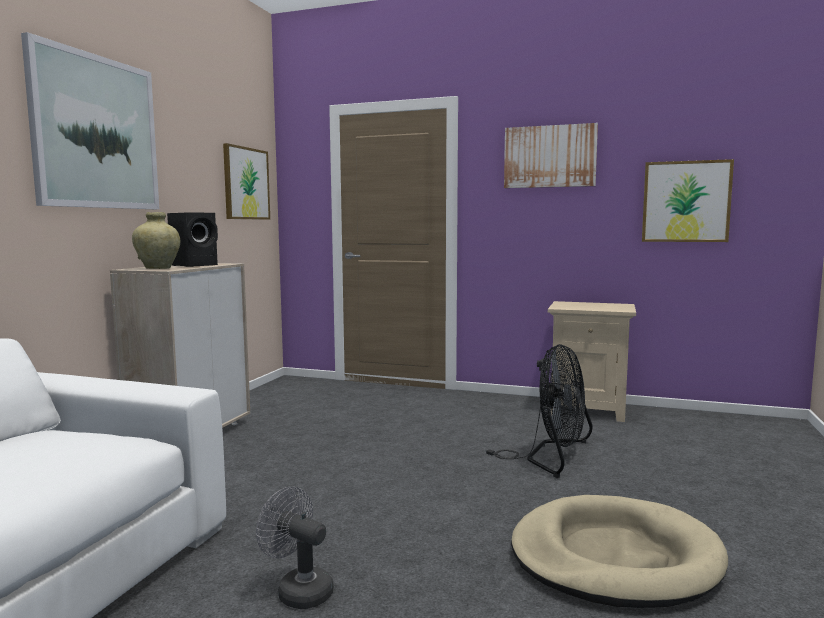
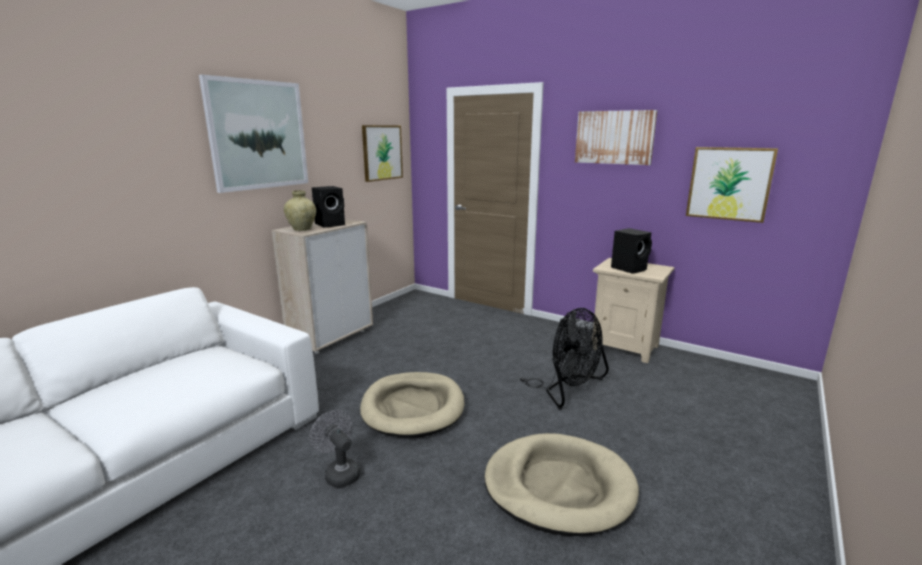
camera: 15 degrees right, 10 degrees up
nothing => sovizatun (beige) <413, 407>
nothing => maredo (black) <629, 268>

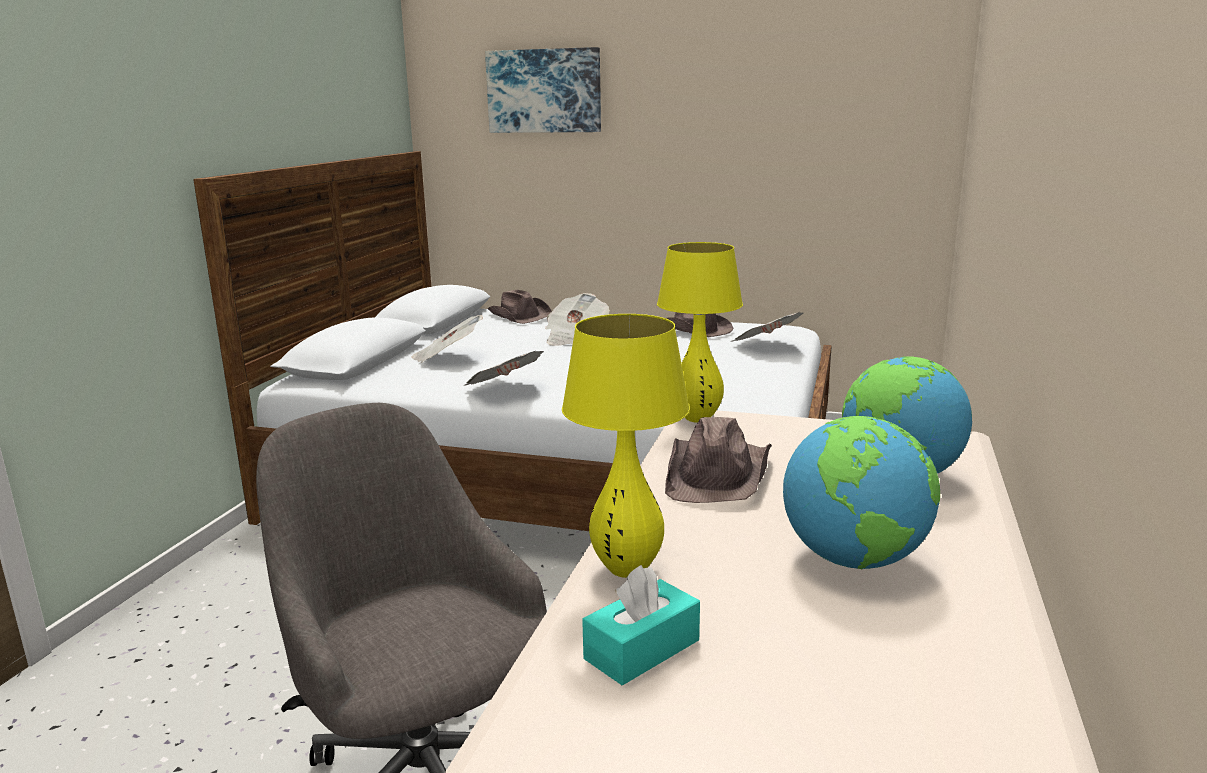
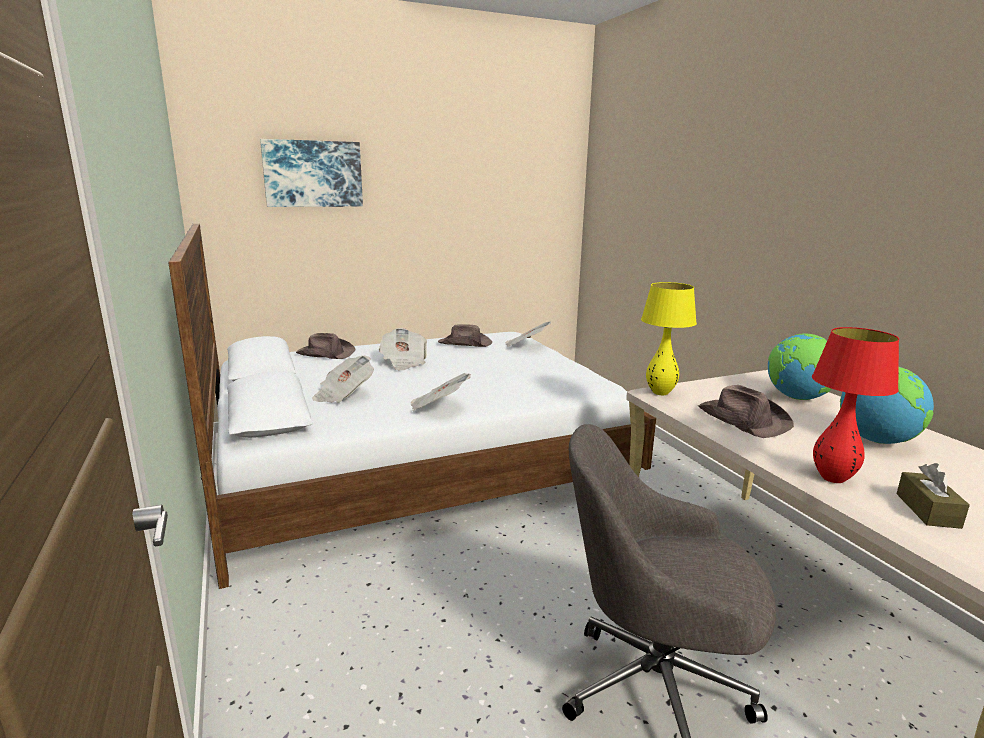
camera: 40 degrees left, 0 degrees up
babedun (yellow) <626, 569> => babedun (red) <833, 478>
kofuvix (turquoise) <642, 649> => kofuvix (brown) <927, 510>

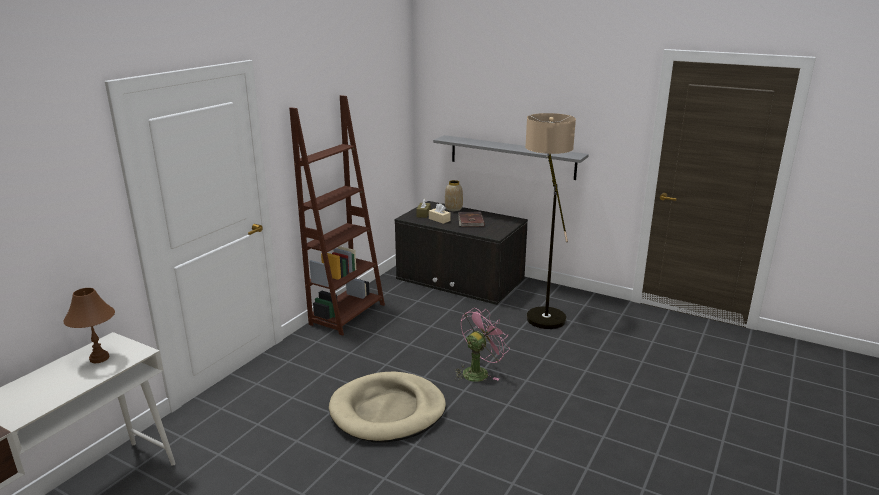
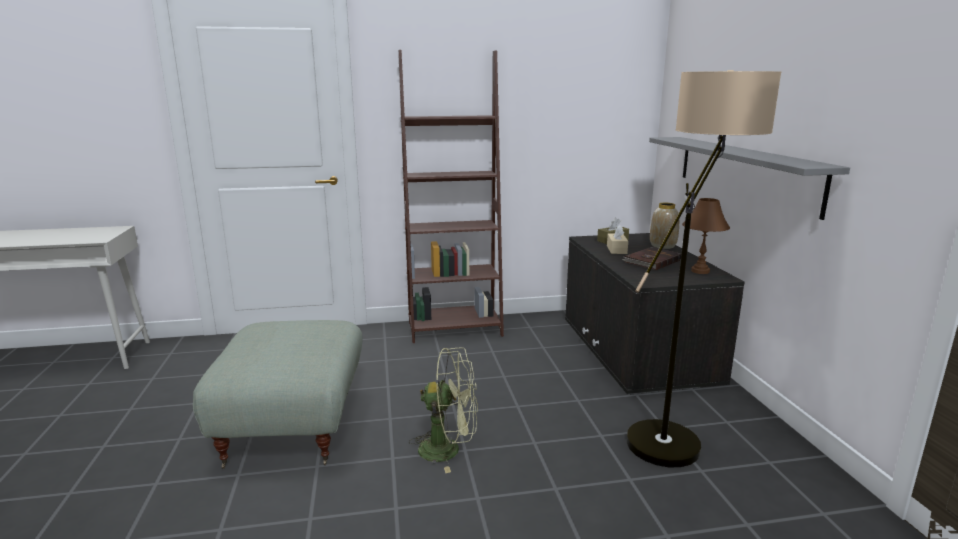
camera: 50 degrees right, 5 degrees down
babedun (brown) <100, 358> => babedun (brown) <700, 271>, moved
sovizatun (beige) <388, 411> => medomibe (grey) <295, 427>
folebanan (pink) <478, 371> => folebanan (green) <448, 450>

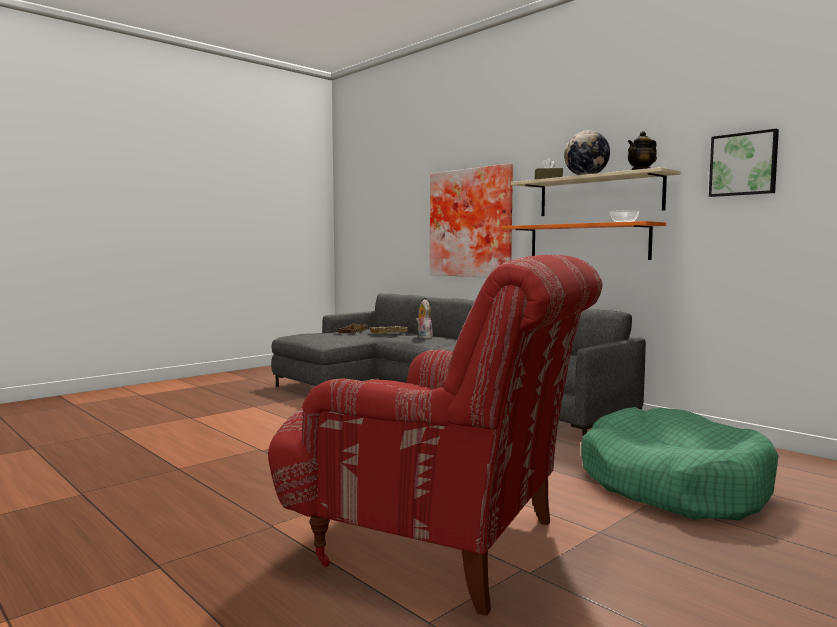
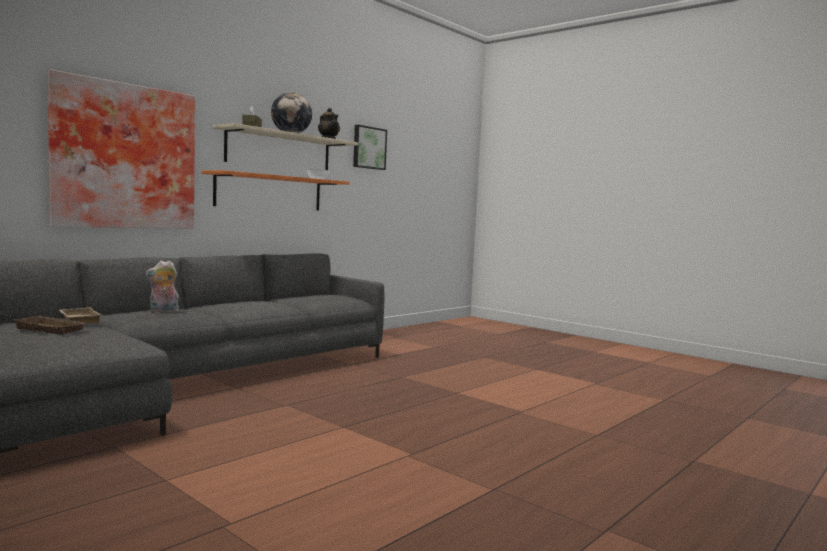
camera: 95 degrees left, 0 degrees up
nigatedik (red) <441, 543> => nothing
sovizatun (green) <672, 485> => nothing

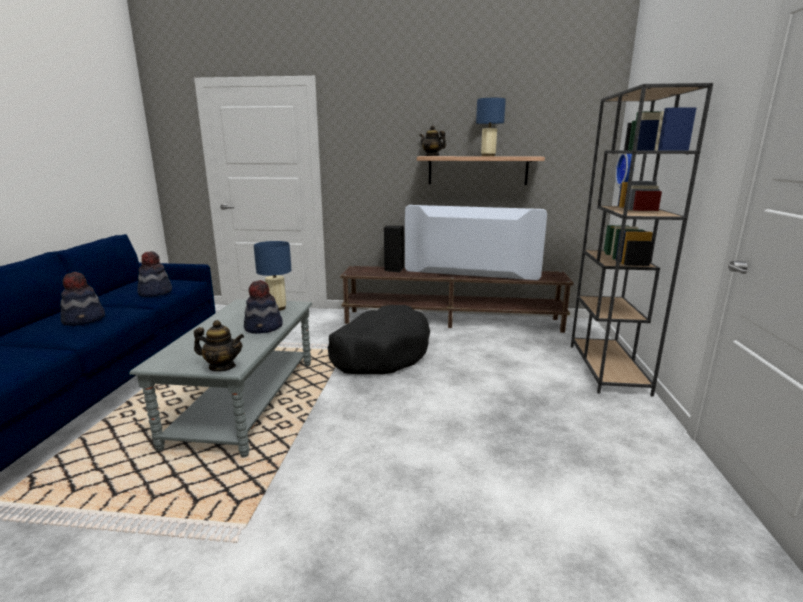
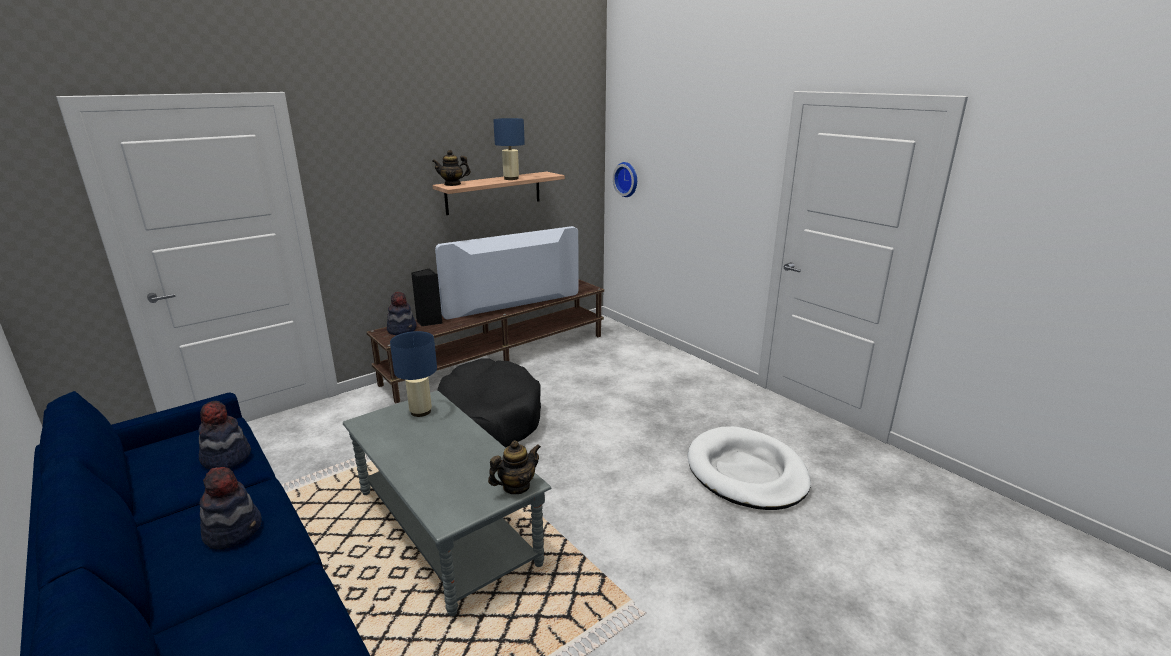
camera: 45 degrees left, 5 degrees up
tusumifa <264, 328> => tusumifa <402, 329>, moved
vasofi <608, 369> => nothing
nothing => sovizatun (white) <746, 472>

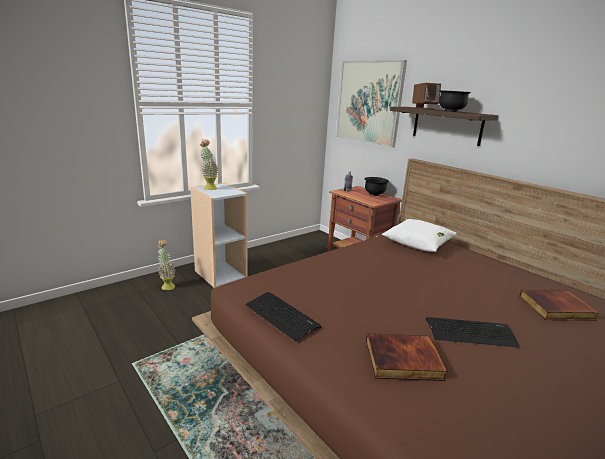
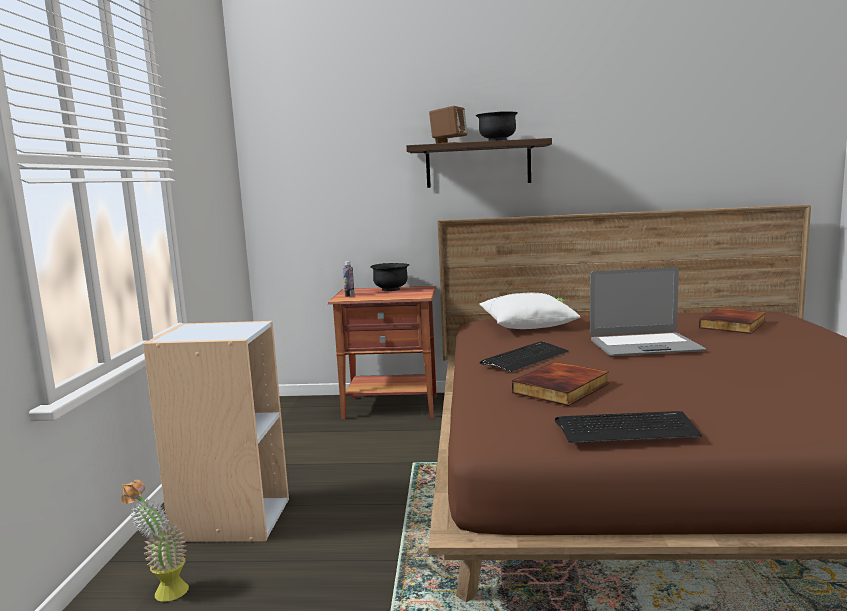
camera: 45 degrees left, 10 degrees down
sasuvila <208, 187> => nothing
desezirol <369, 102> => nothing
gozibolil <403, 361> => gozibolil <562, 389>, moved
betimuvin <471, 333> => betimuvin <525, 358>, moved
nothing => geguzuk <644, 346>

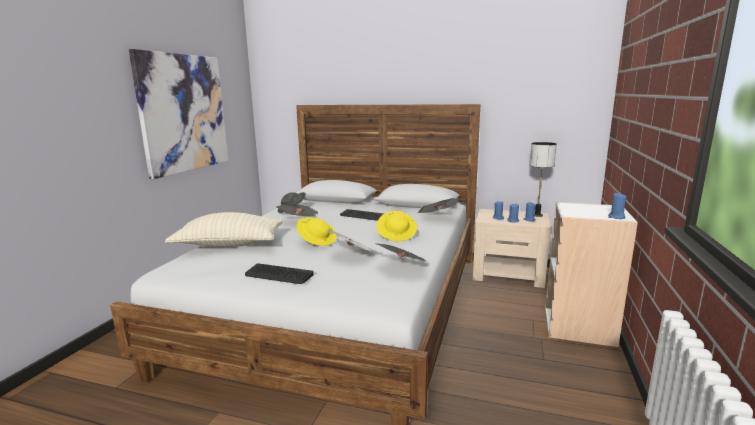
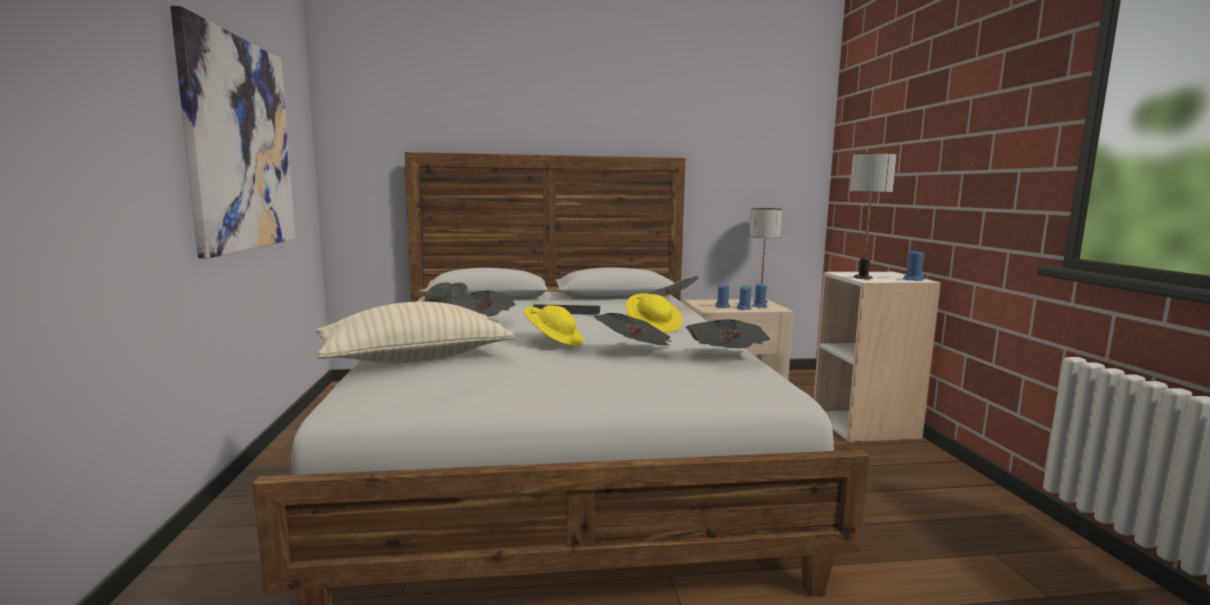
camera: 25 degrees left, 5 degrees down
betimuvin <278, 275> => nothing
nothing => babedun <862, 278>

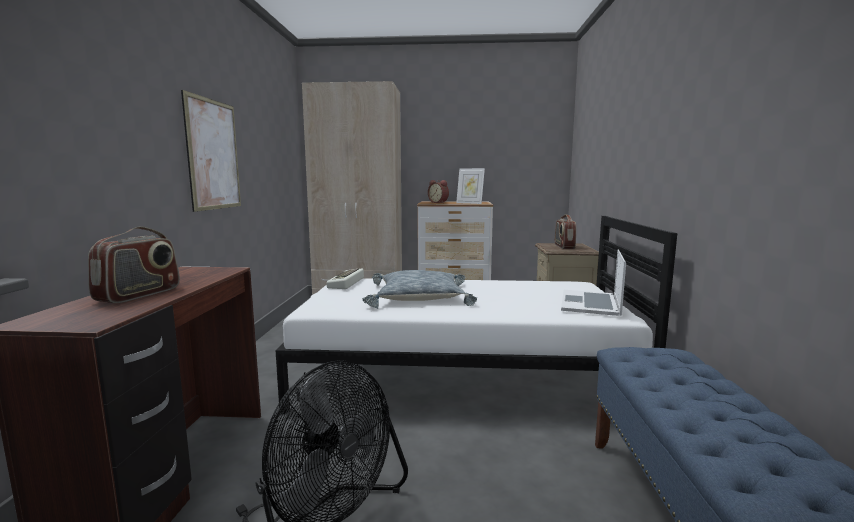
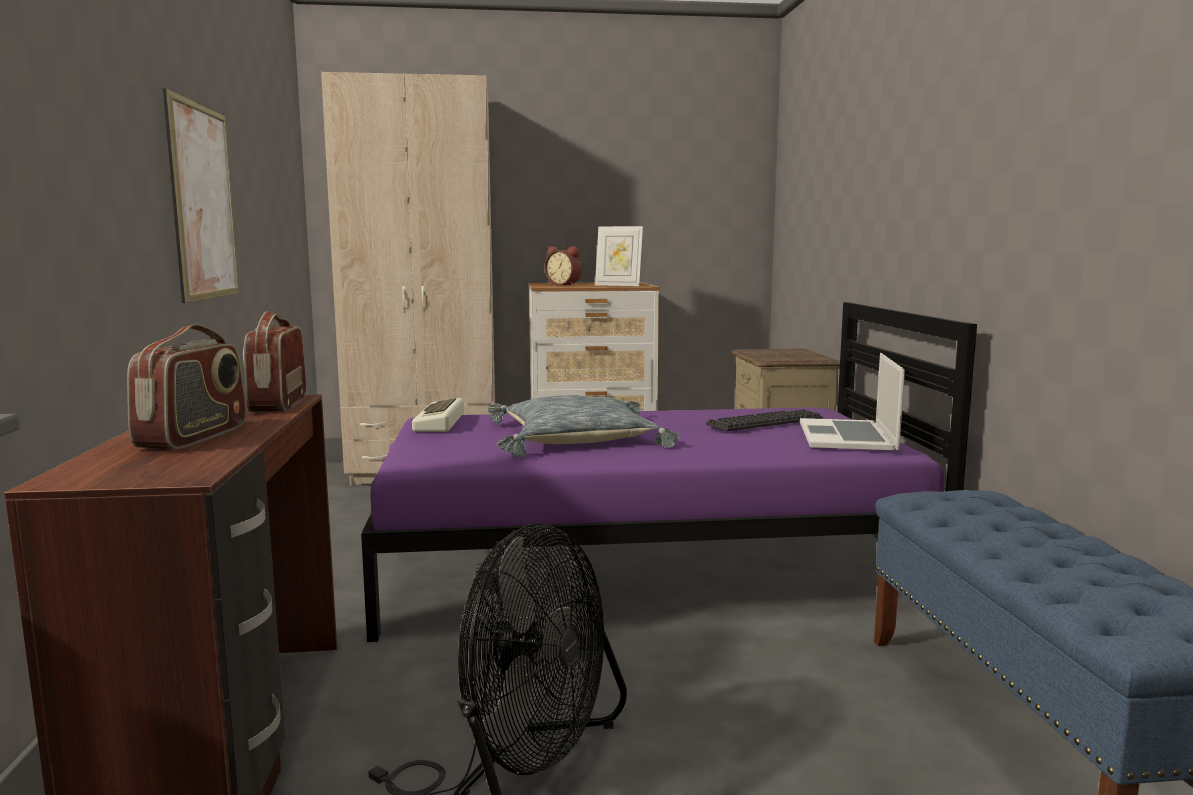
camera: 10 degrees left, 0 degrees up
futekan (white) <462, 377> => futekan (purple) <646, 568>
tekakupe <564, 246> => tekakupe <278, 404>, moved
nothing => betimuvin <765, 422>

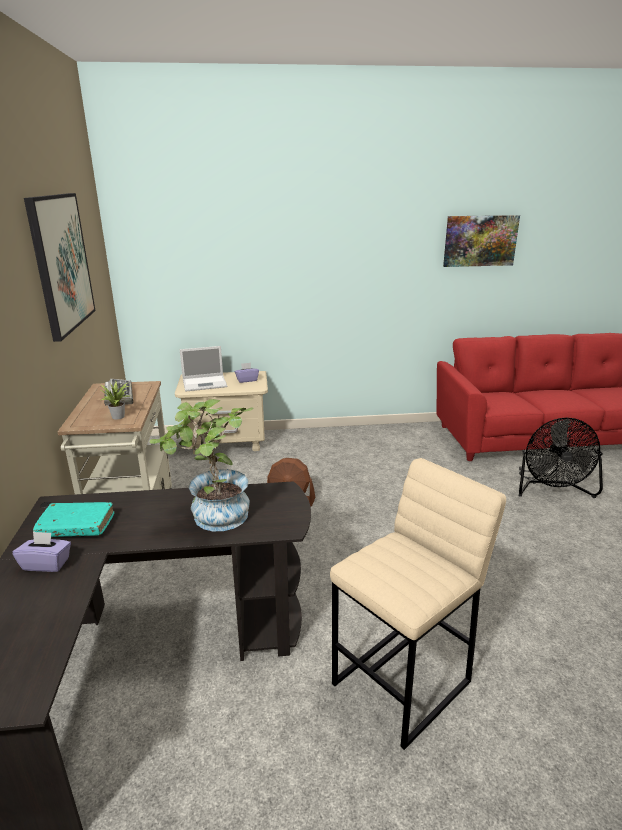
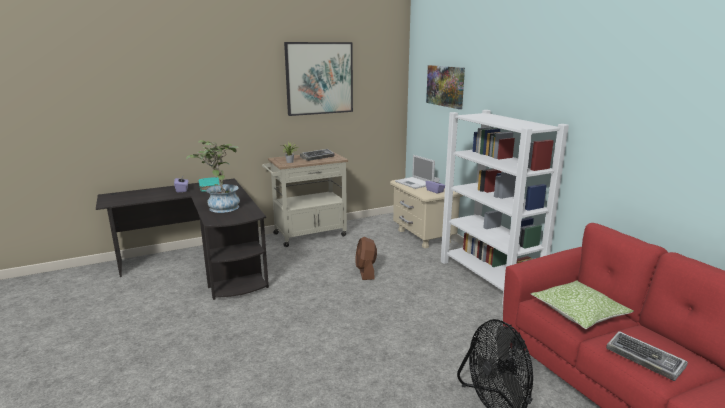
camera: 70 degrees right, 5 degrees down
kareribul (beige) <403, 680> => nothing
desezirol <480, 241> => desezirol <445, 86>, moved
nothing => vasofi (white) <489, 277>
nothing => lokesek <578, 313>
nothing => betimuvin <645, 359>

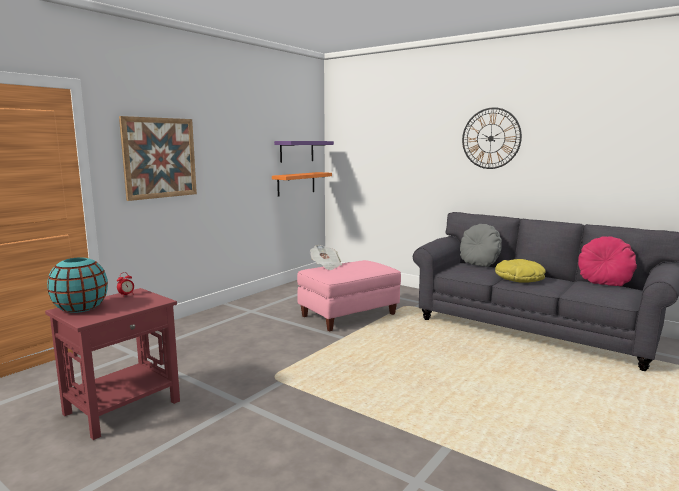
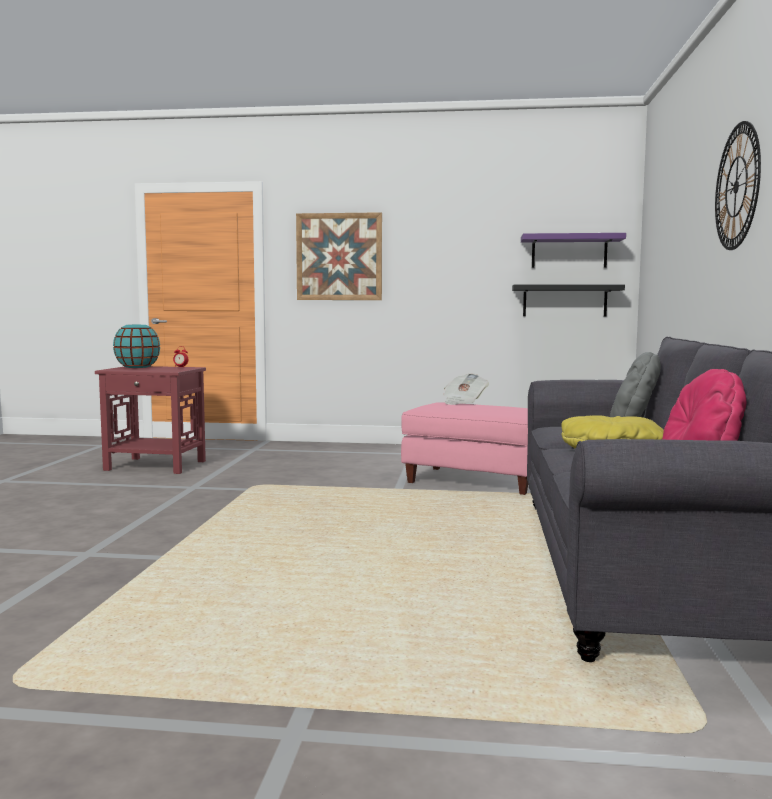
camera: 60 degrees right, 5 degrees down
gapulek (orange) <296, 184> => gapulek (black) <564, 301>

